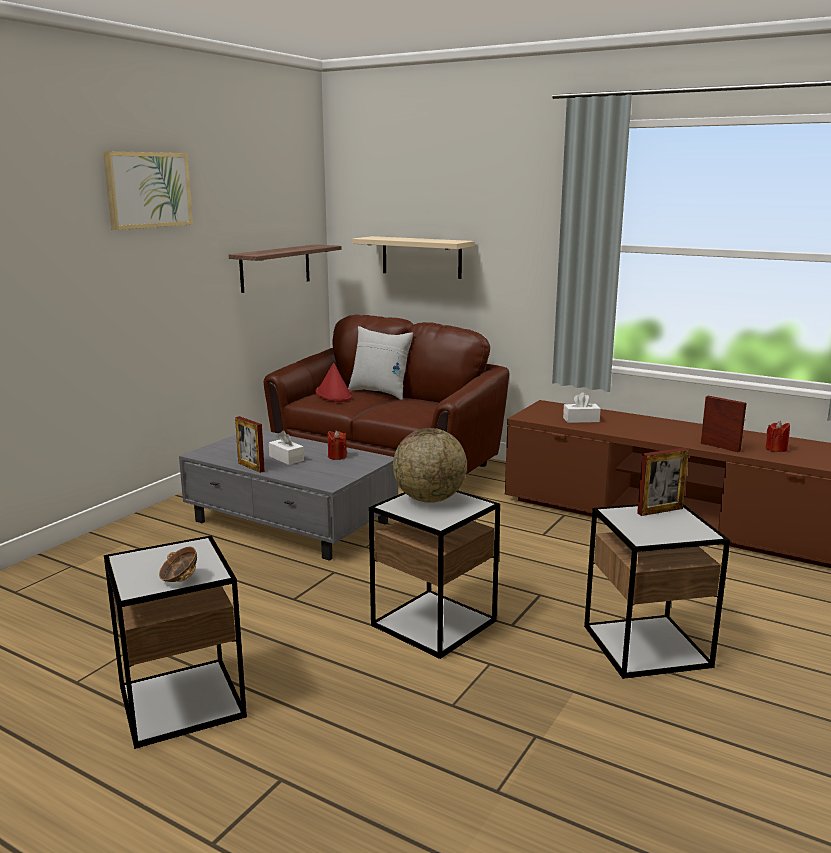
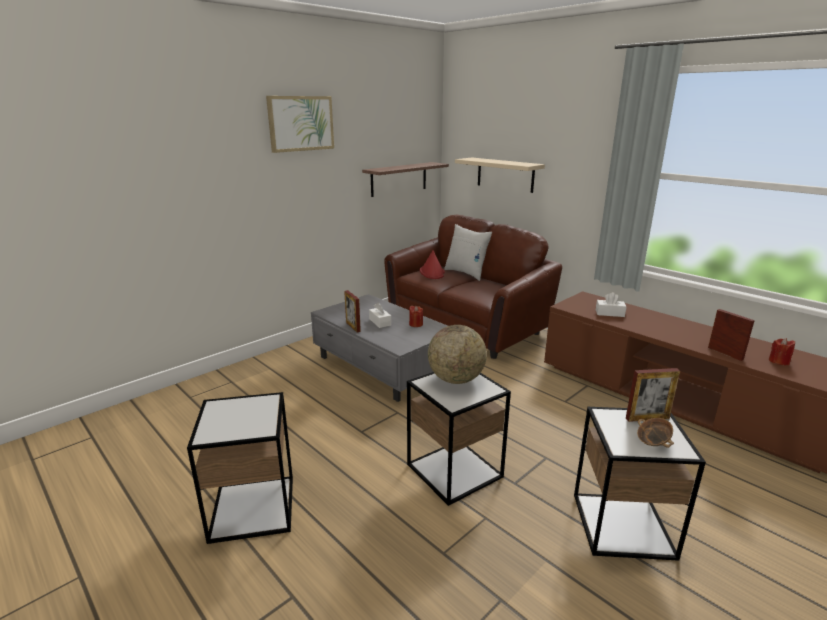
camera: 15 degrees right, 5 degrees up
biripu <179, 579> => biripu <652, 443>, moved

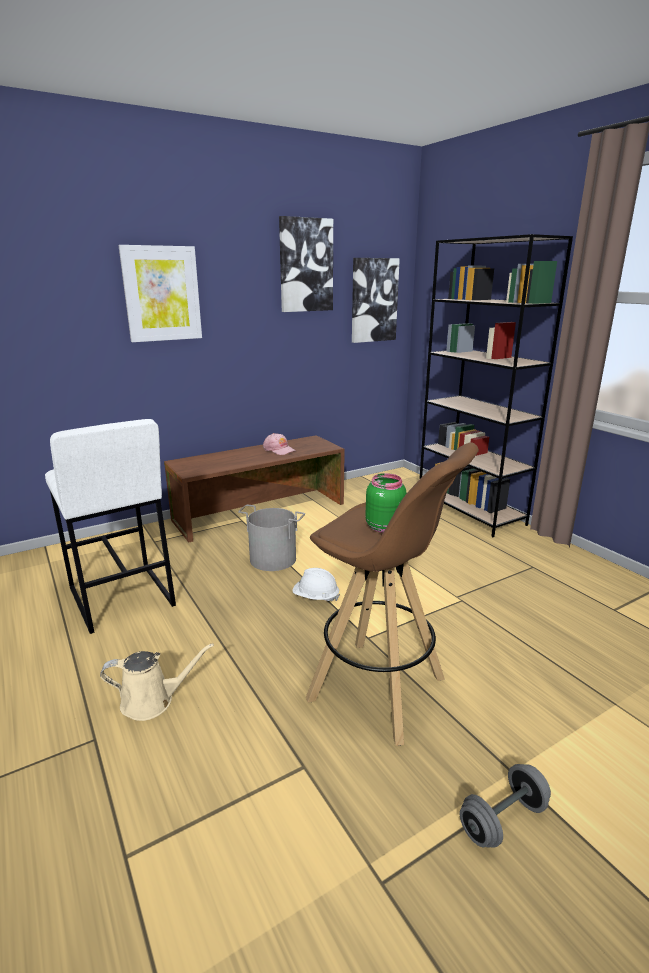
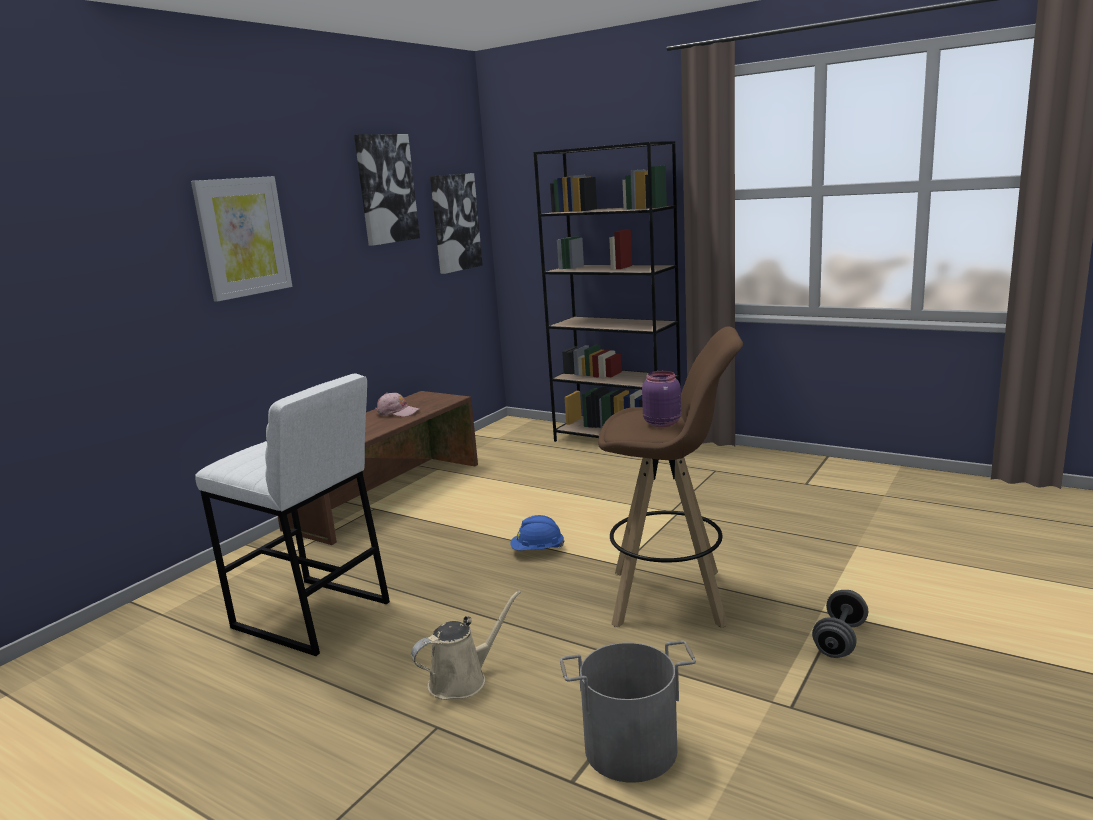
camera: 25 degrees left, 5 degrees down
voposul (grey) <272, 559> => voposul (grey) <631, 749>, moved
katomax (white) <315, 597> => katomax (blue) <537, 550>
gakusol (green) <385, 527> => gakusol (purple) <662, 423>

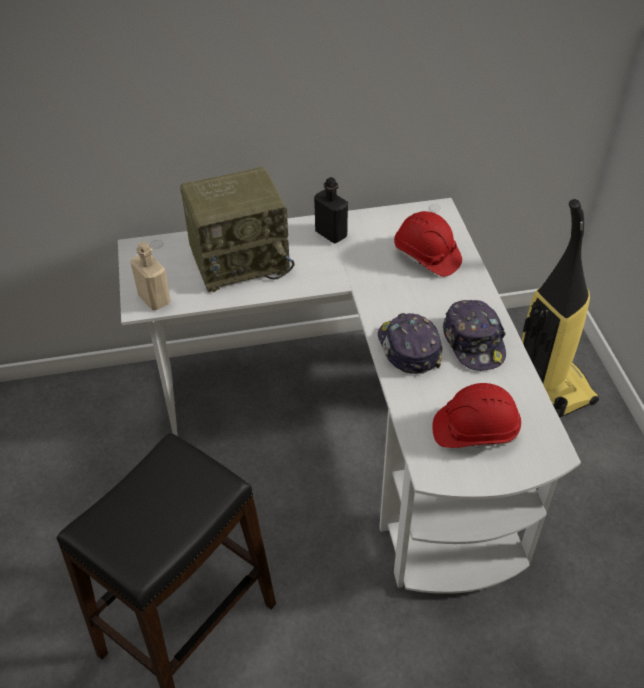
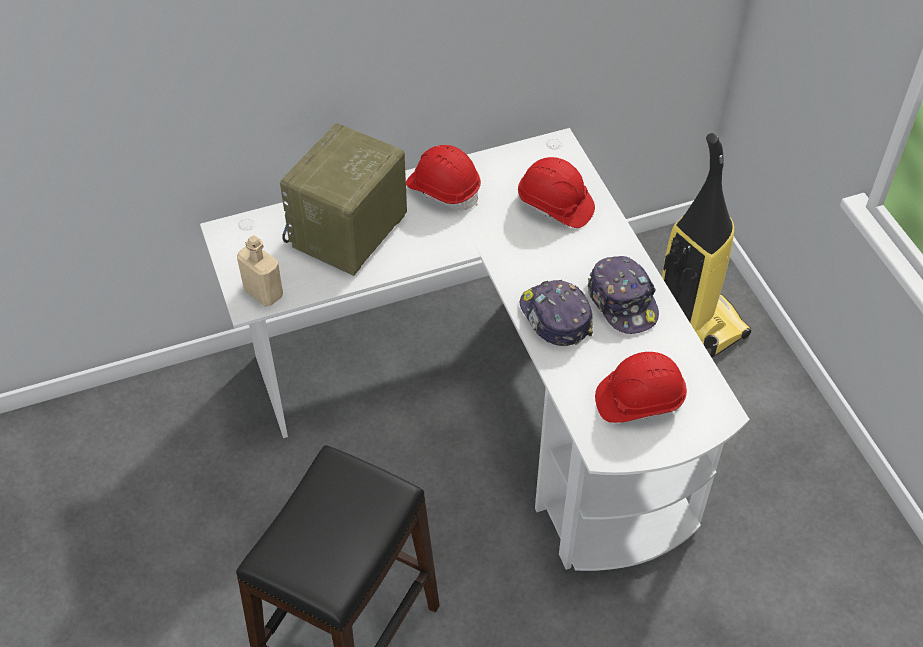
camera: 10 degrees left, 5 degrees up
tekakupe <240, 260> => tekakupe <349, 233>, 150 degrees clockwise
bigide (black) <331, 234> => katomax (red) <443, 189>

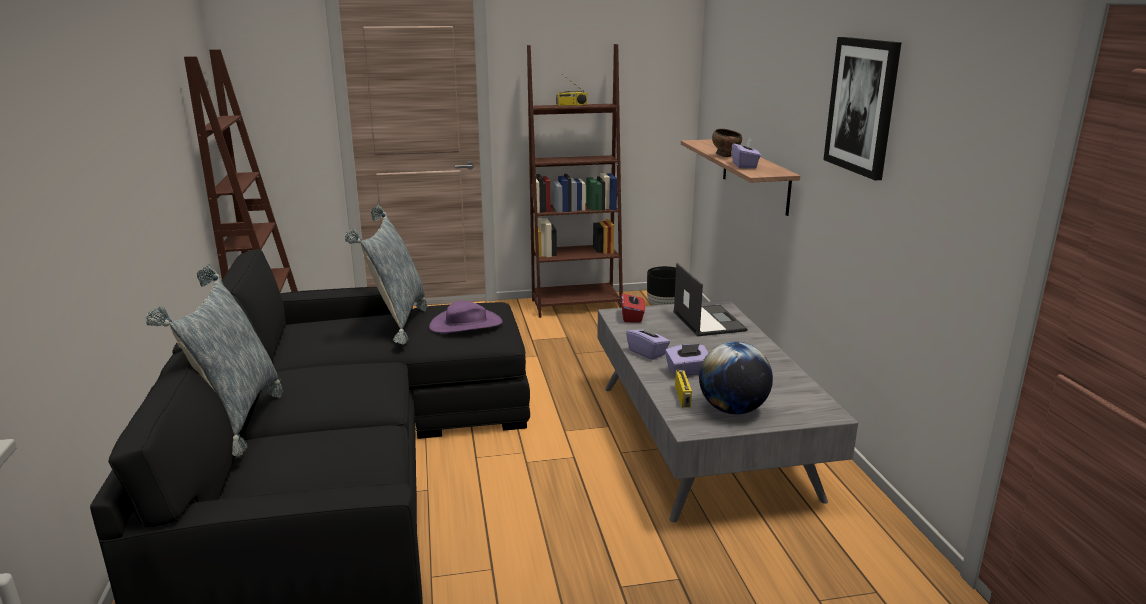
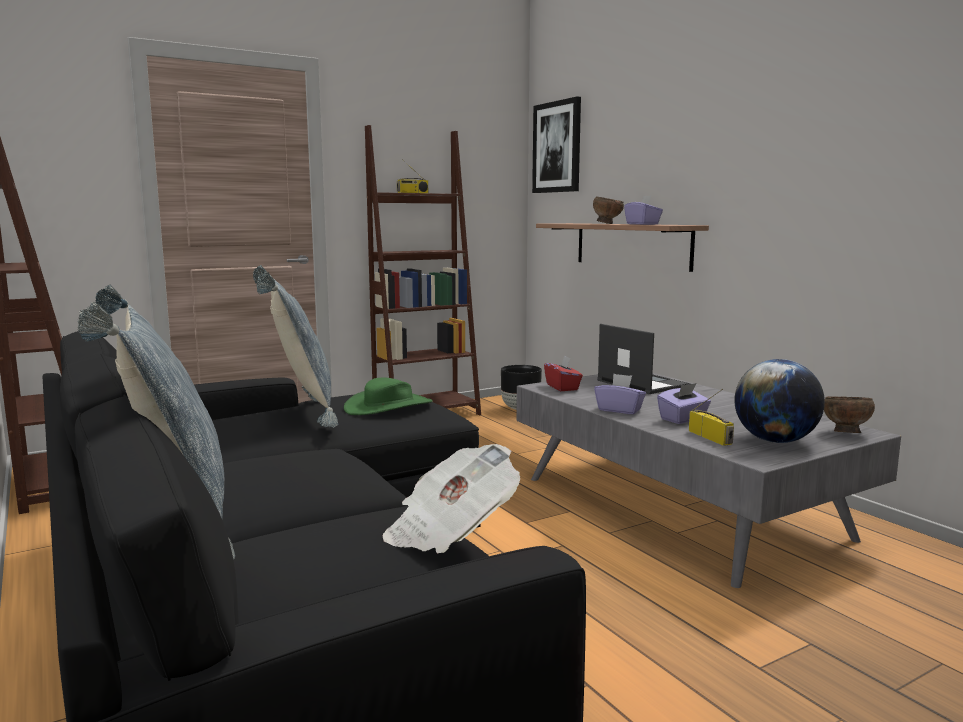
camera: 20 degrees left, 10 degrees down
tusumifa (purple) <466, 324> => tusumifa (green) <389, 406>
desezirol <862, 106> => desezirol <557, 147>, moved
nothing => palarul <450, 531>
nothing => biripu (brown) <844, 433>

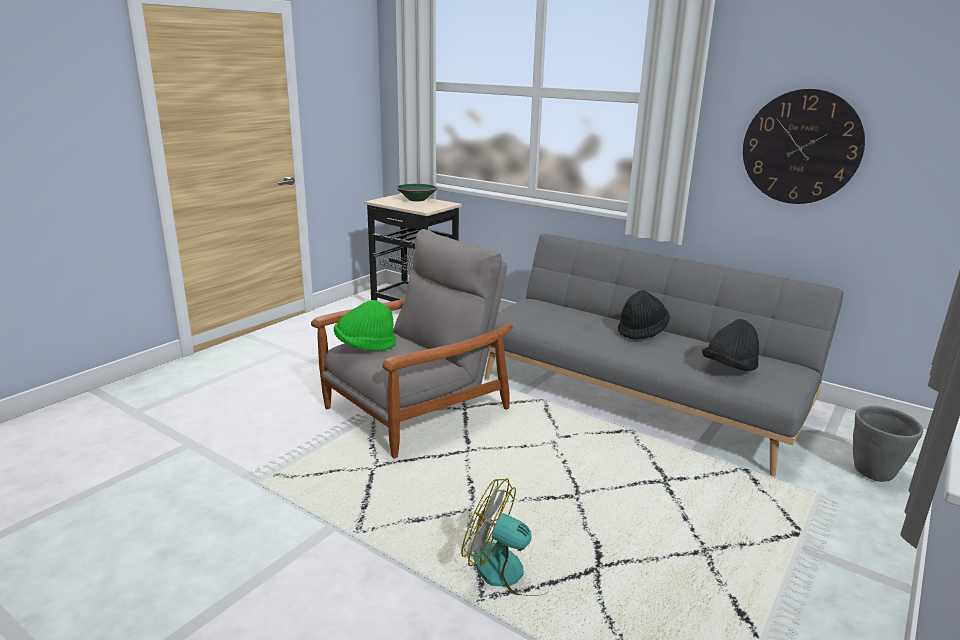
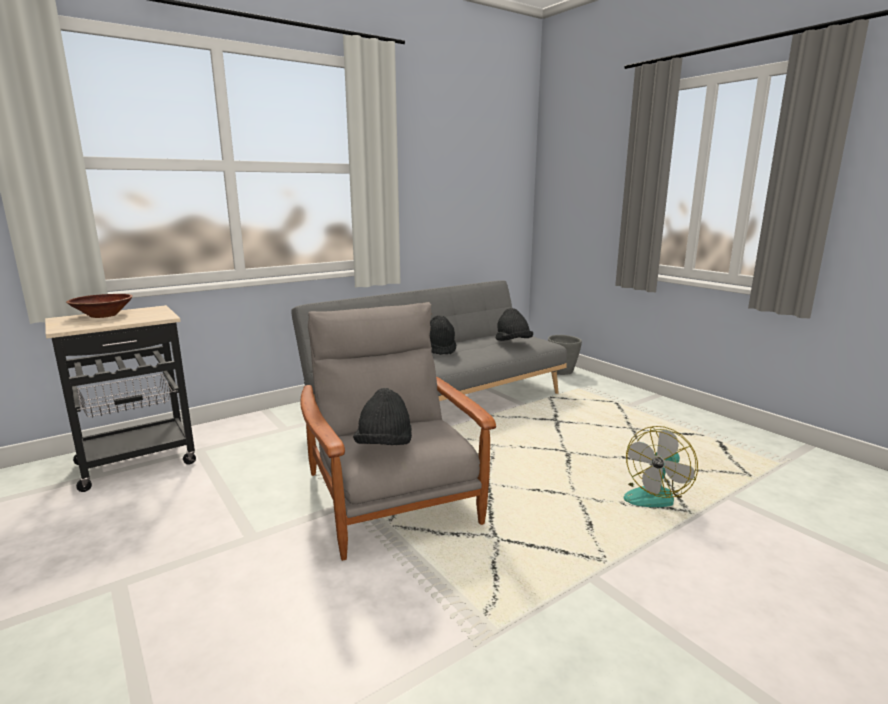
camera: 70 degrees left, 5 degrees down
tusumifa (green) <365, 346> => tusumifa (black) <384, 446>
biripu (green) <416, 200> => biripu (brown) <103, 315>
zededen <801, 147> => nothing

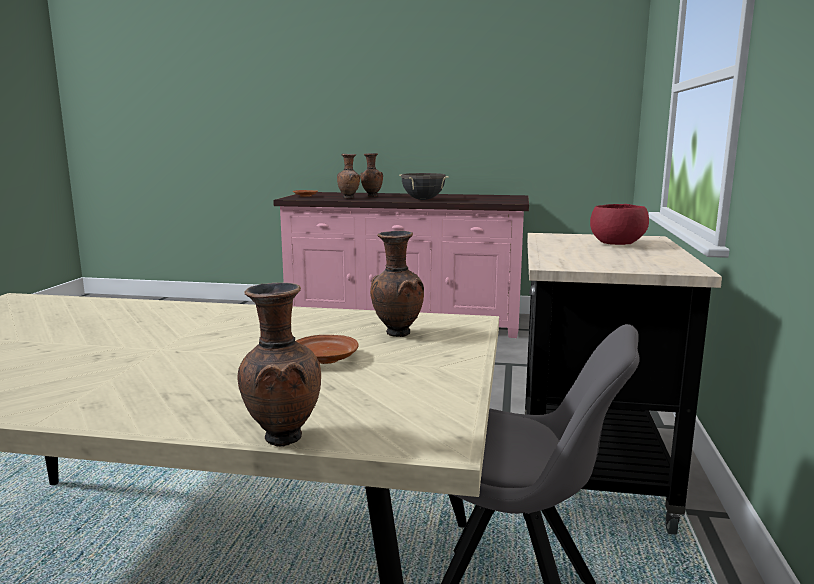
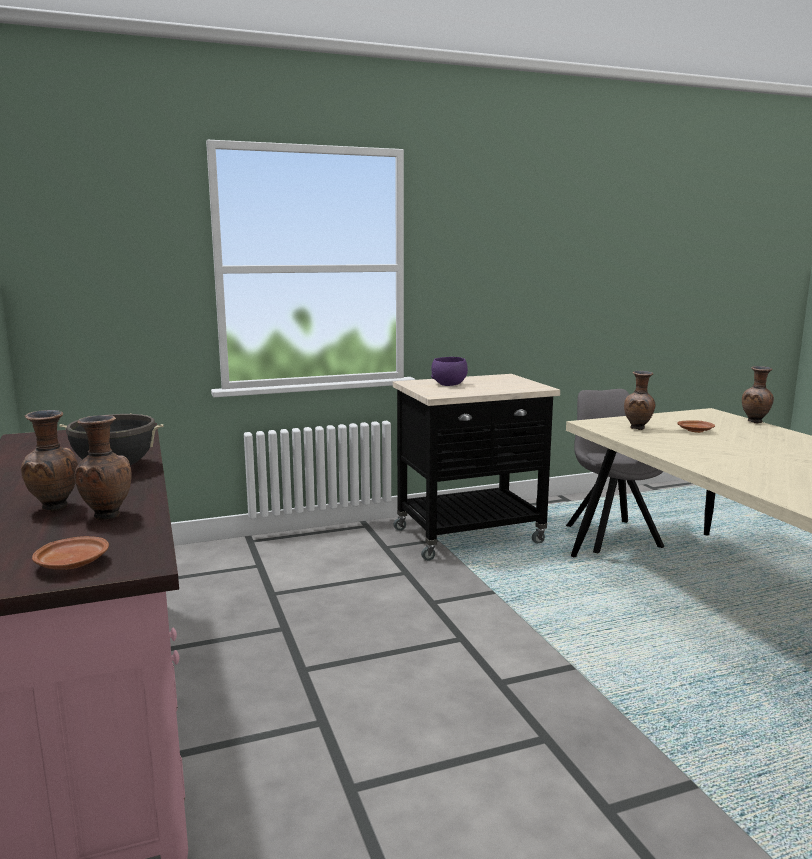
camera: 120 degrees left, 0 degrees up
biripu (red) <616, 244> => biripu (purple) <449, 384>

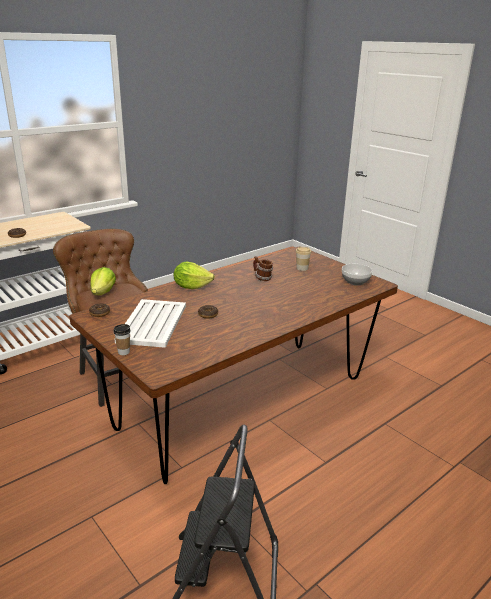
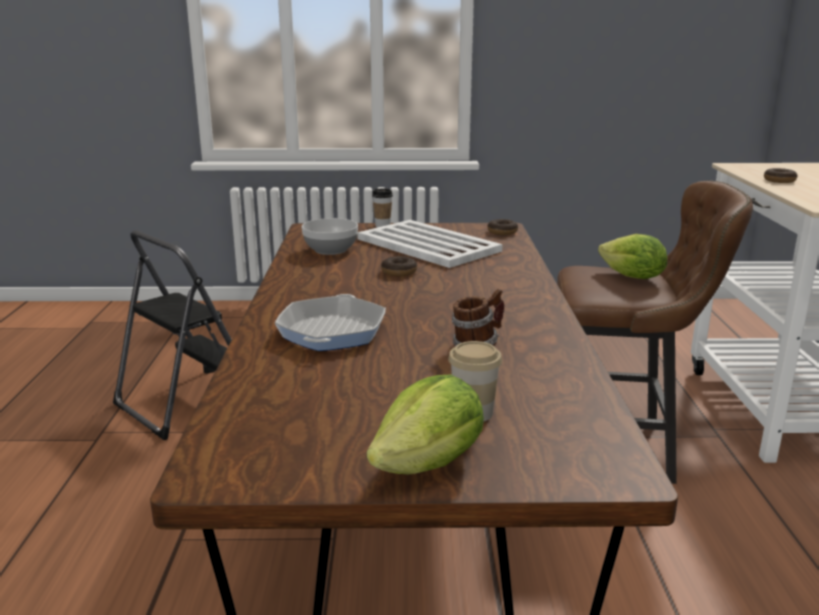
camera: 130 degrees right, 5 degrees down
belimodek <191, 286> => belimodek <429, 464>, moved
biripu <355, 282> => biripu <330, 250>, moved
nothing => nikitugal <332, 331>

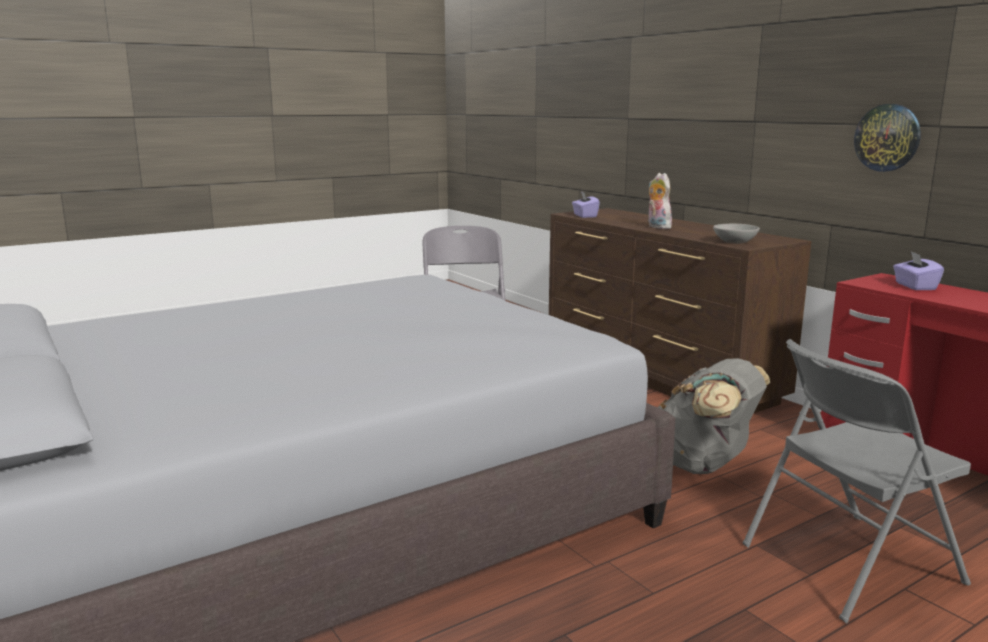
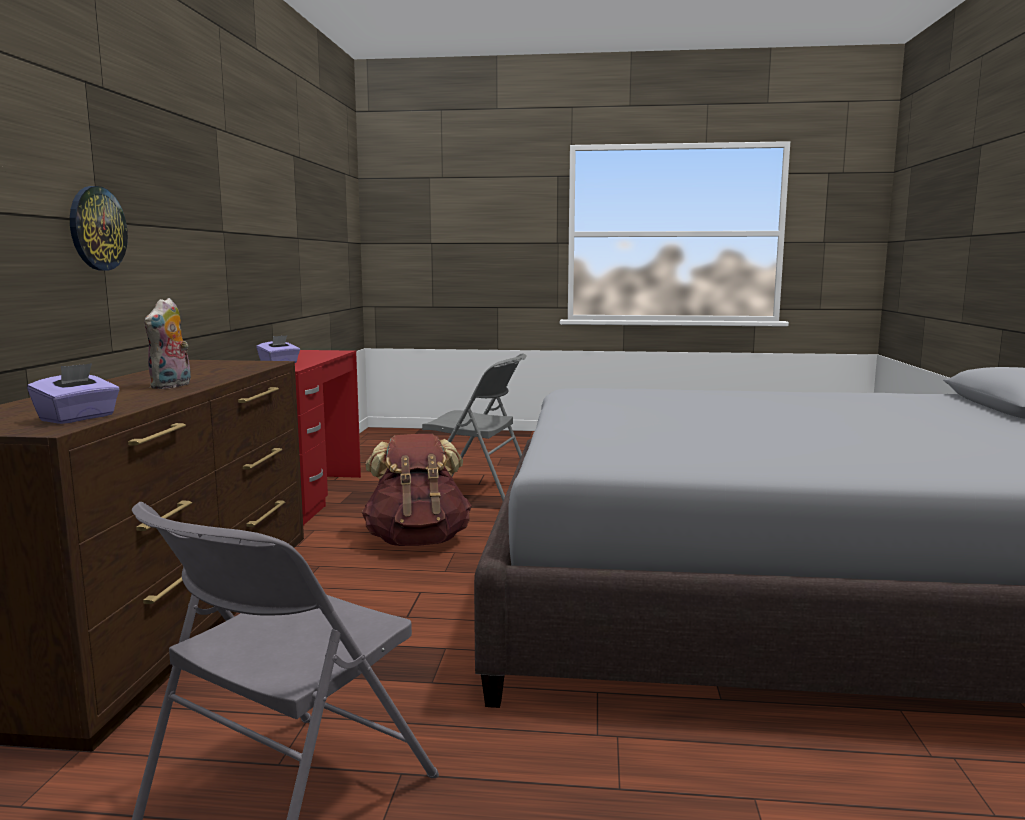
camera: 140 degrees left, 5 degrees down
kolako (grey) <703, 466> => kolako (brown) <418, 541>
biripu (grey) <735, 242> => nothing
zededen <887, 137> => zededen <97, 228>, moved

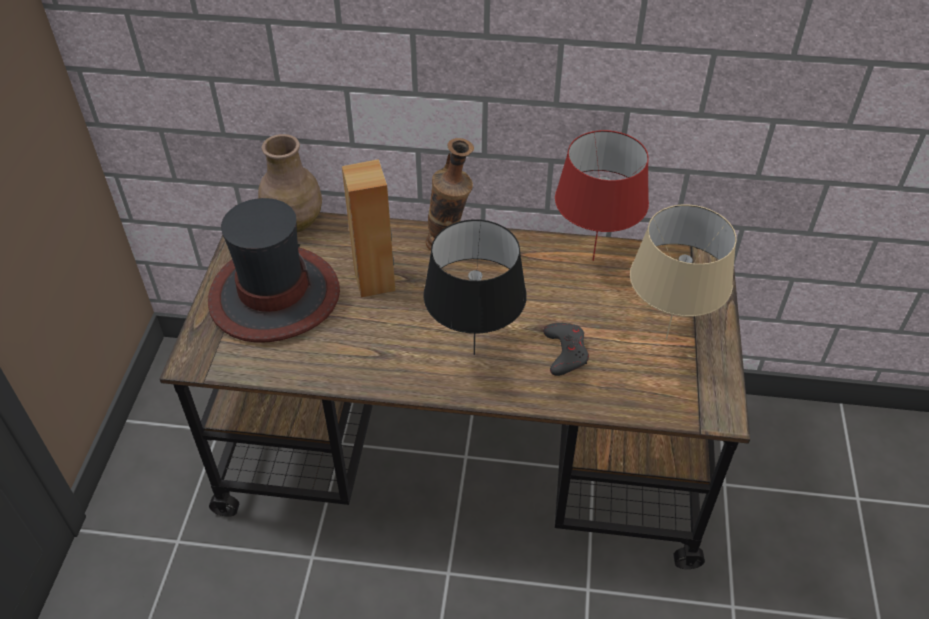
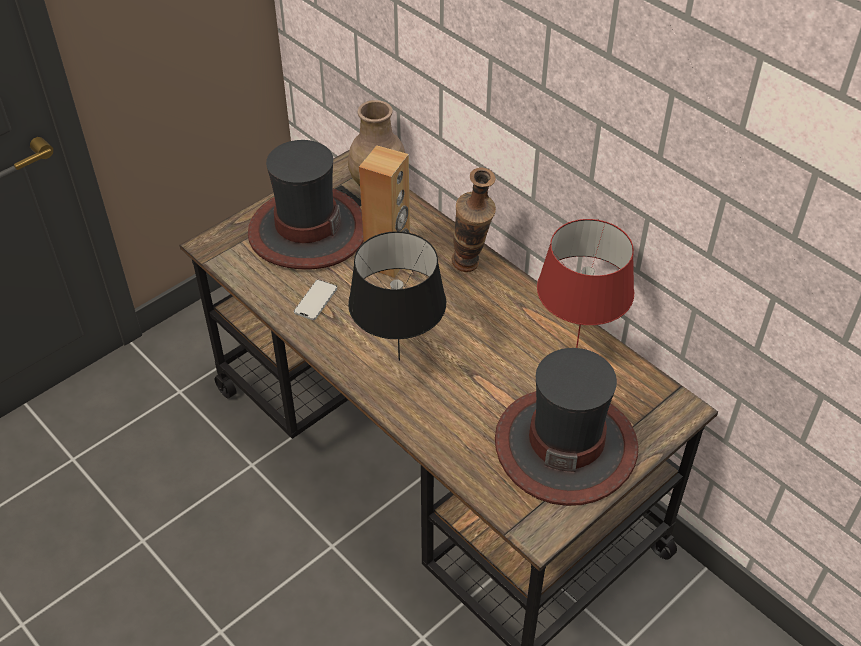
camera: 40 degrees right, 0 degrees up
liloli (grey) <565, 352> => nothing
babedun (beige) <666, 337> => tusumifa <565, 445>
nothing => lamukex <315, 300>

